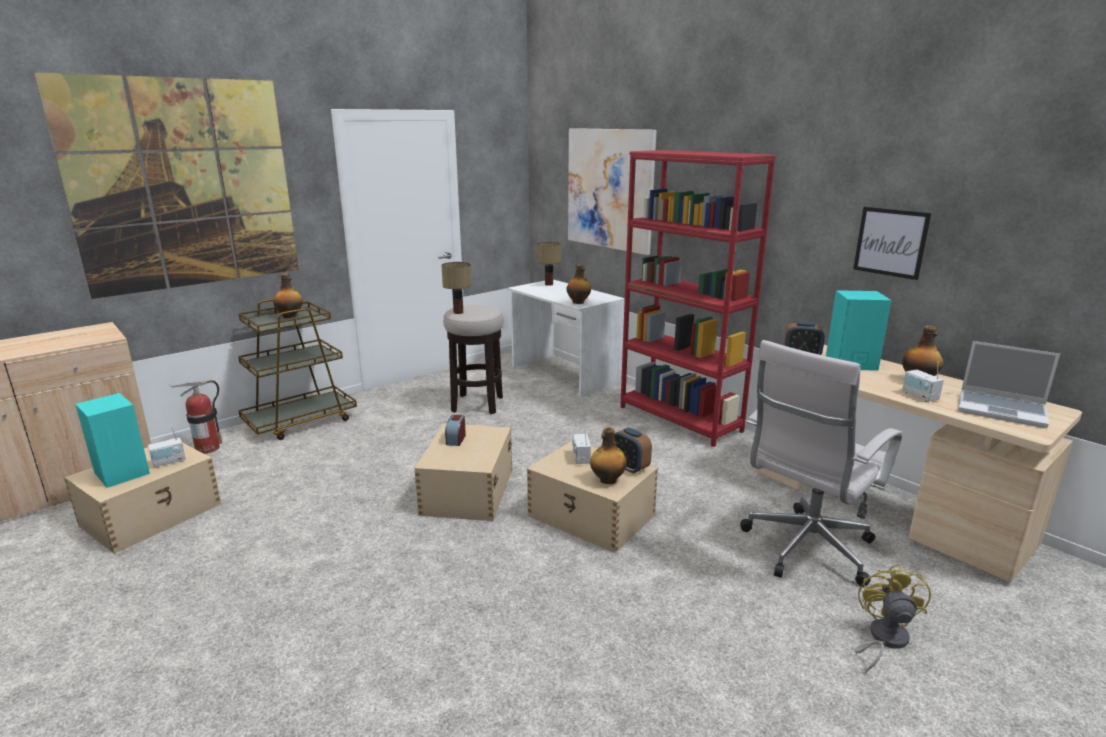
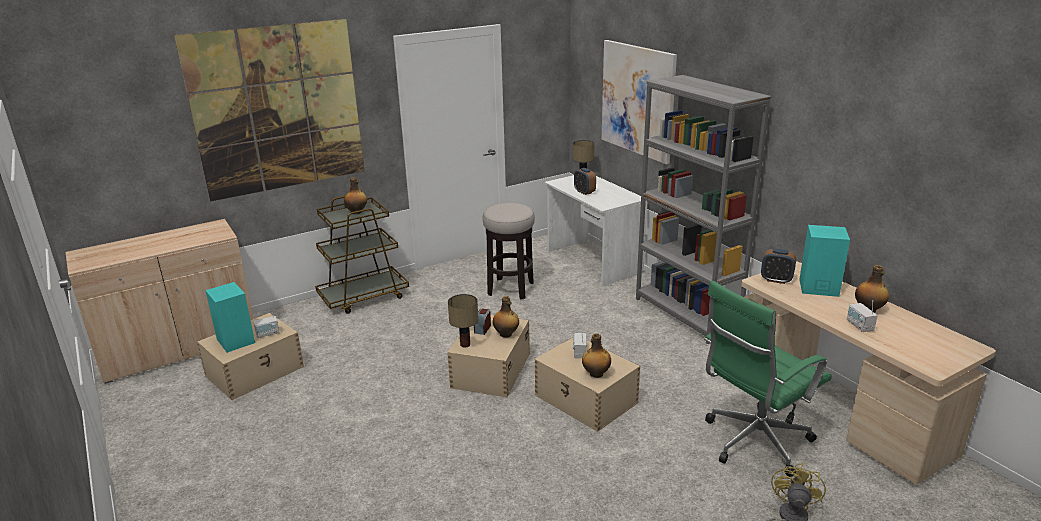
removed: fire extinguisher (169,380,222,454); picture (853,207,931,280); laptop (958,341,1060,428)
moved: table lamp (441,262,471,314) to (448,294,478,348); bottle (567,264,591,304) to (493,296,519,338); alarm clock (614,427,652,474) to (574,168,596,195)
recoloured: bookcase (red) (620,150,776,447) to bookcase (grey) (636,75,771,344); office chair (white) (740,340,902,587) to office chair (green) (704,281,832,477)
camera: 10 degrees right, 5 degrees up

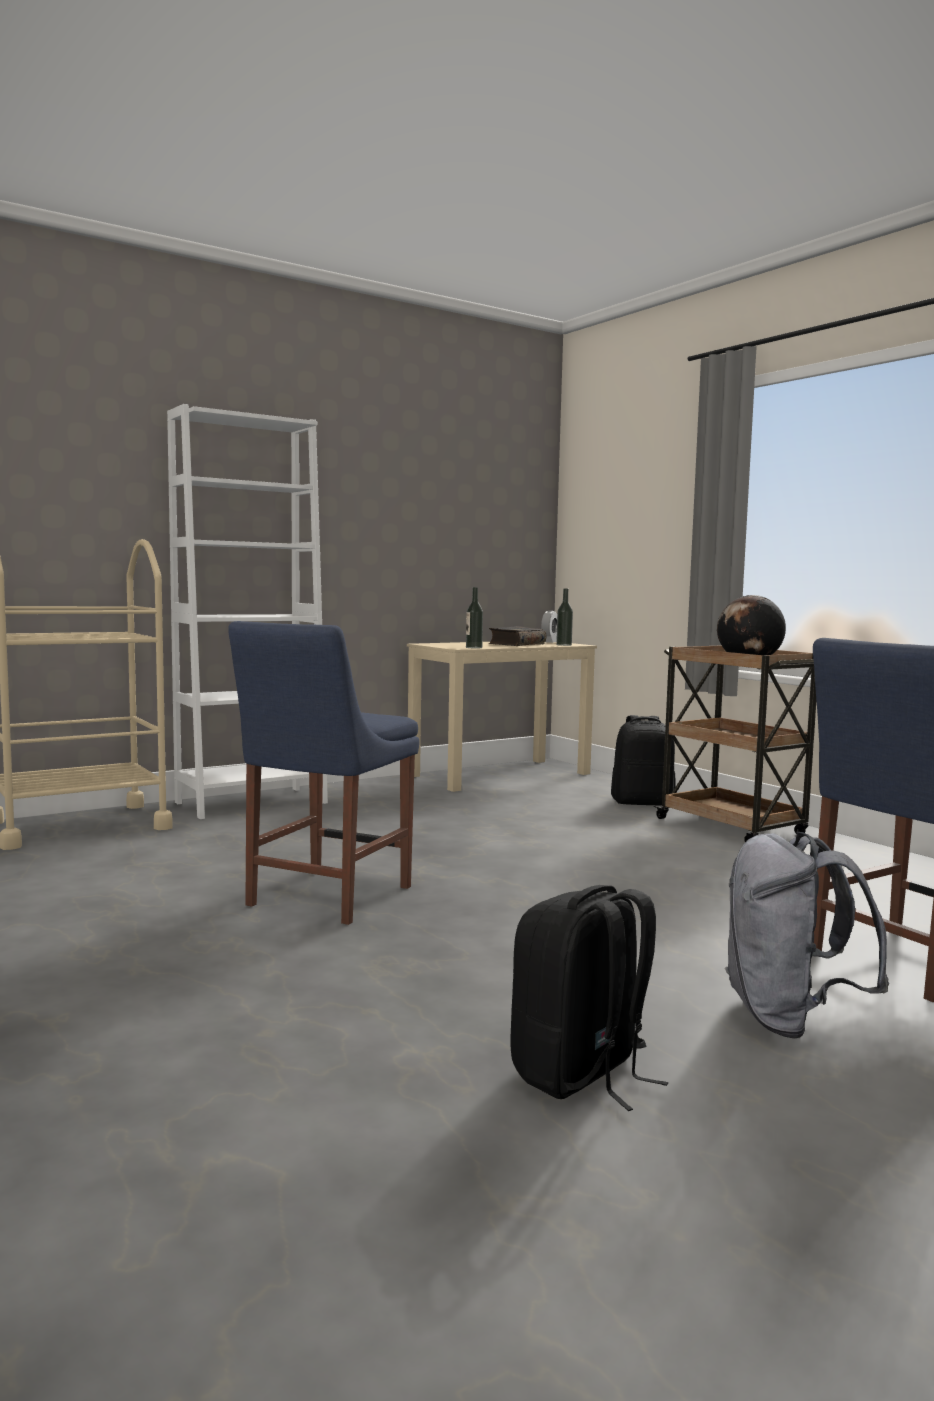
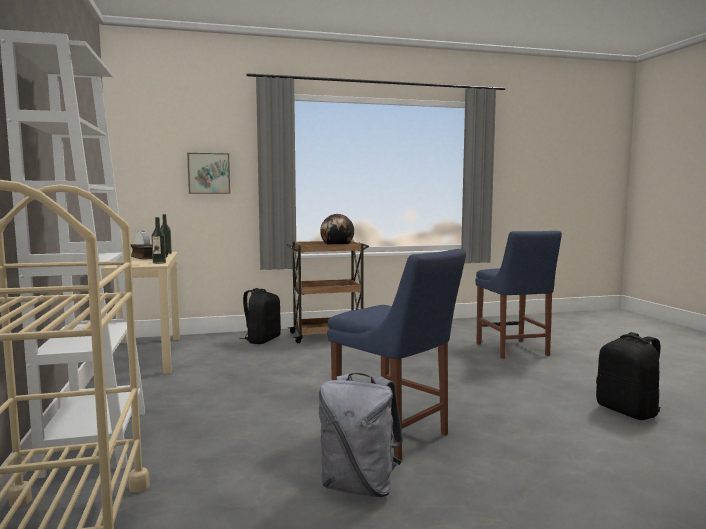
added: picture (187,153,230,194)
moved: backpack (grey) (725,831,889,1039) to (319,373,403,497)
camera: 70 degrees left, 0 degrees up

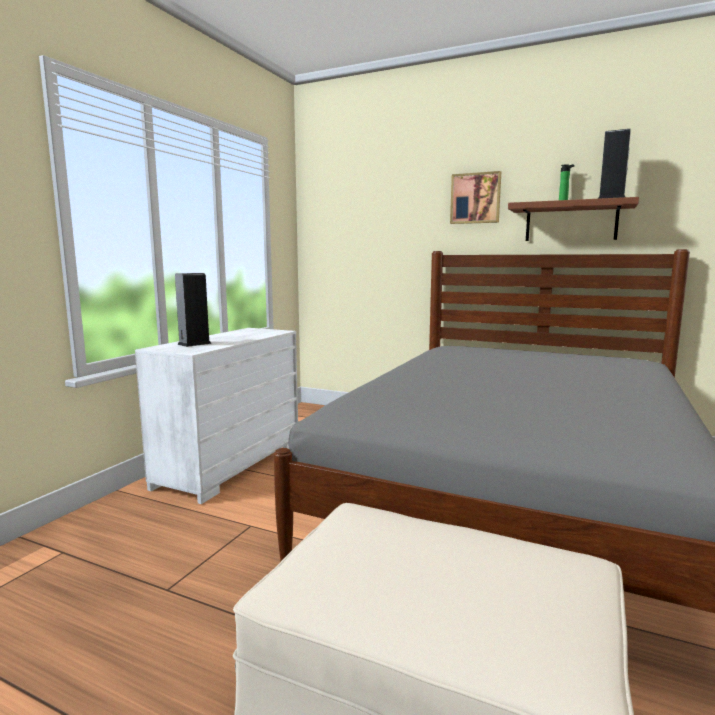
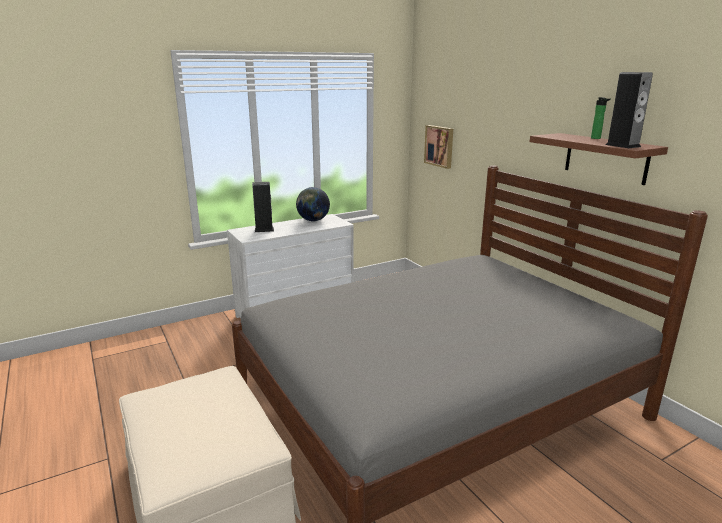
added: globe (296,187,330,221)
moved: picture (450,171,501,224) to (424,125,453,169)
camera: 35 degrees right, 10 degrees up

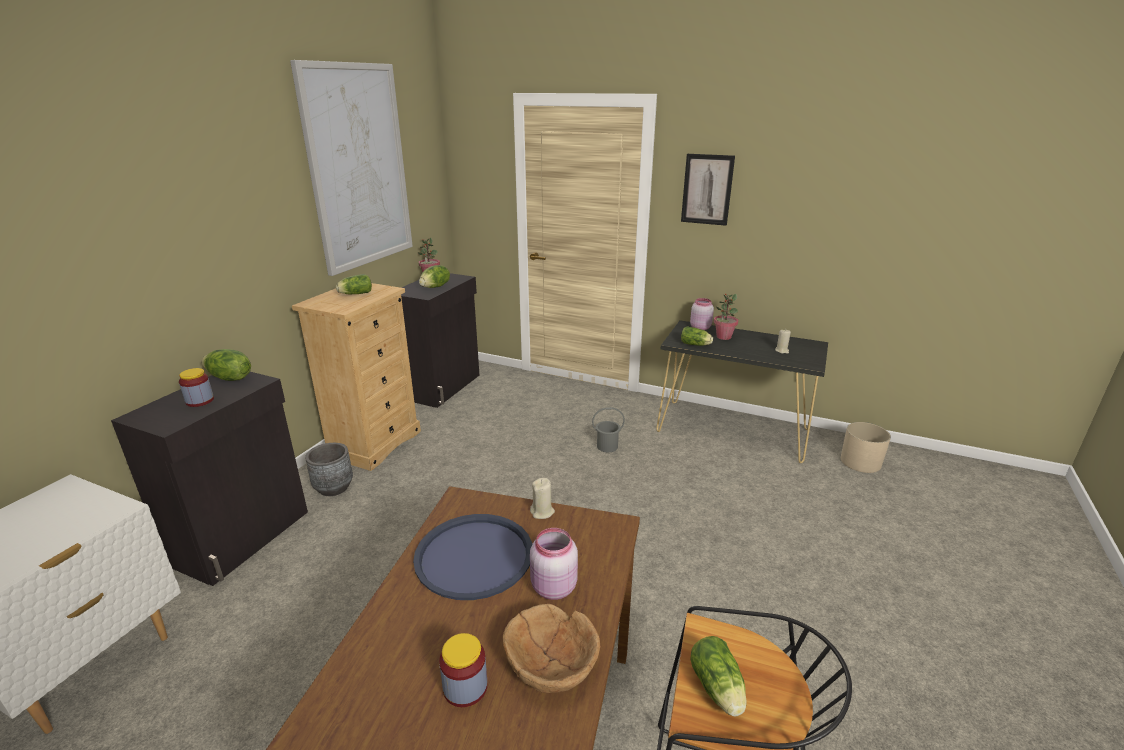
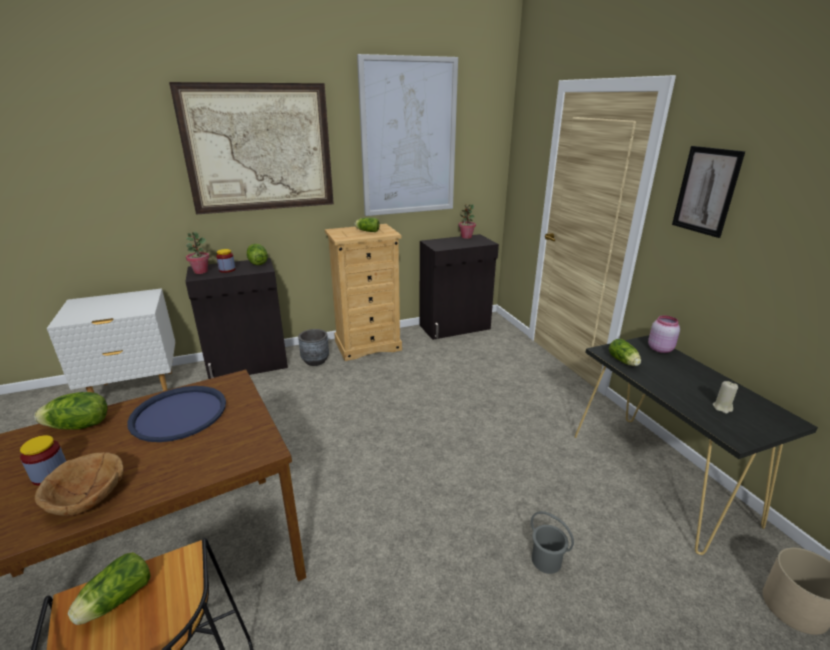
removed: candle (beige) (530,478,555,519); jar (pink) (530,528,578,600)
added: picture (169,82,334,215)
moved: lettuce (419,265,450,288) to (34,392,108,430); bucket (grey) (592,407,625,452) to (531,511,574,574); potted plant (714,293,738,340) to (186,231,210,274)
camera: 45 degrees right, 0 degrees up

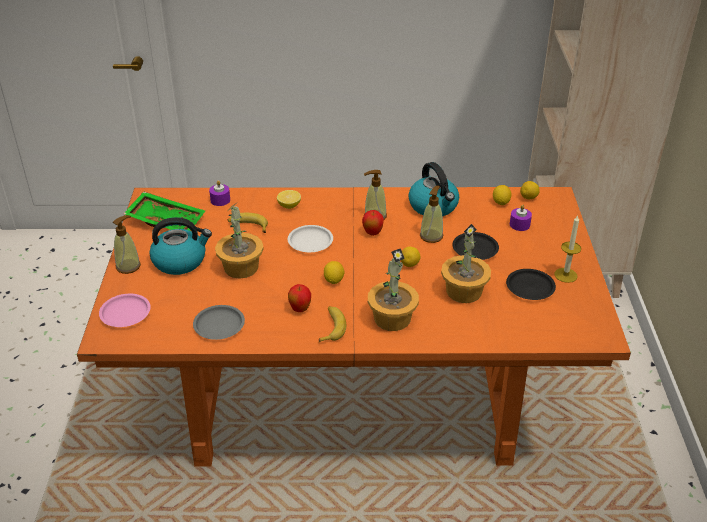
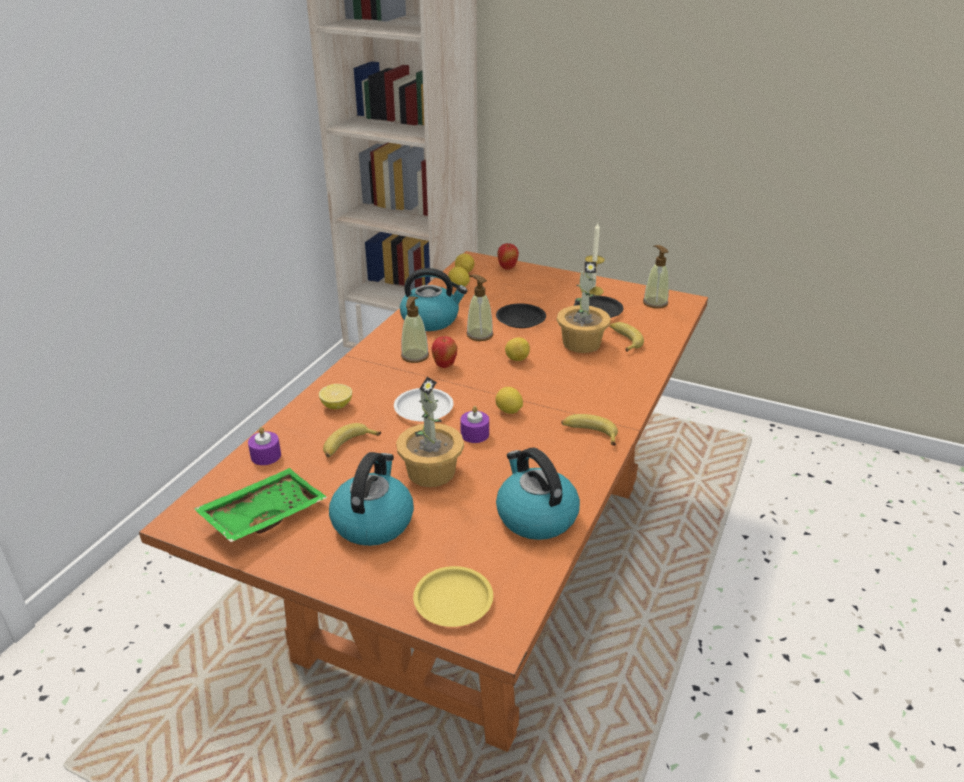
removed: potted plant (368,248,419,331)
added: banana (610,322,644,352)
moved: soap dispenser (113,215,141,274) to (643,245,669,308); apple (288,284,311,312) to (497,243,519,270); candle (purple) (510,205,532,231) to (460,406,489,443)
replaced: plate (grey) (193,305,245,340) to kettle (496,448,580,540)
recoloured: plate (pink) (99,294,151,327) to plate (yellow) (413,566,493,627)
camera: 65 degrees left, 5 degrees down

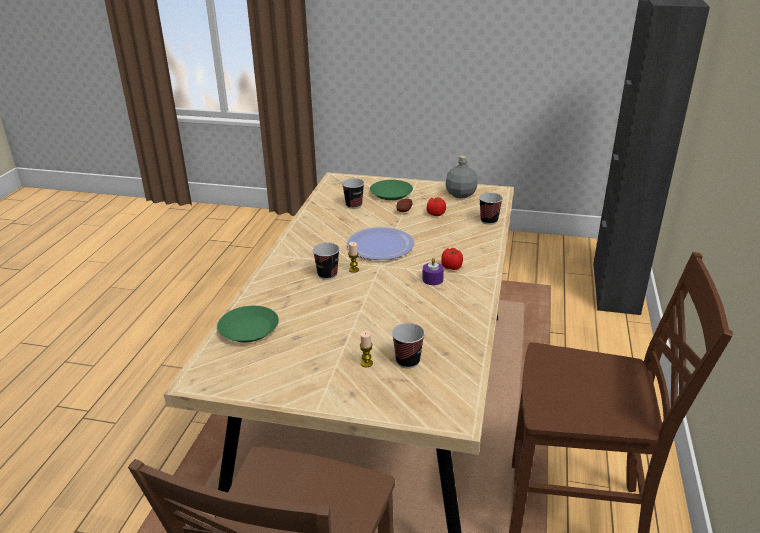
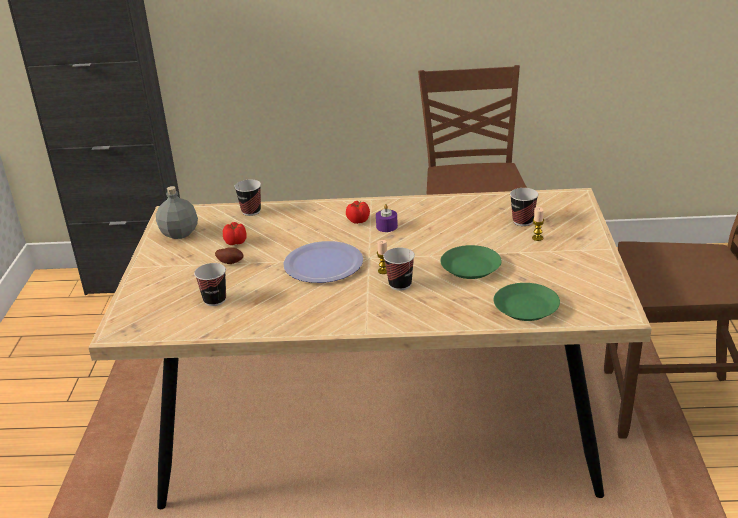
moved: plate (green) (370,180,413,200) to (440,245,502,279)
camera: 100 degrees left, 0 degrees up

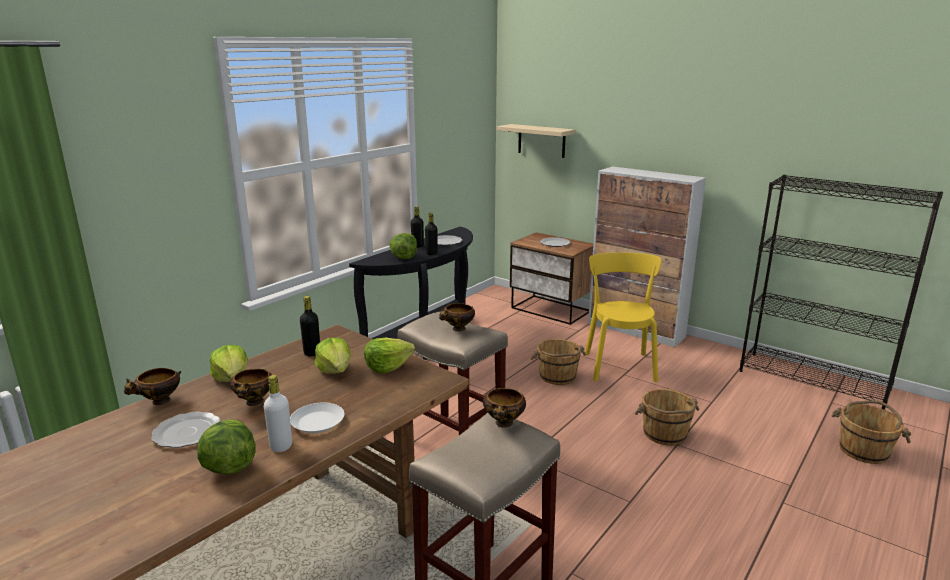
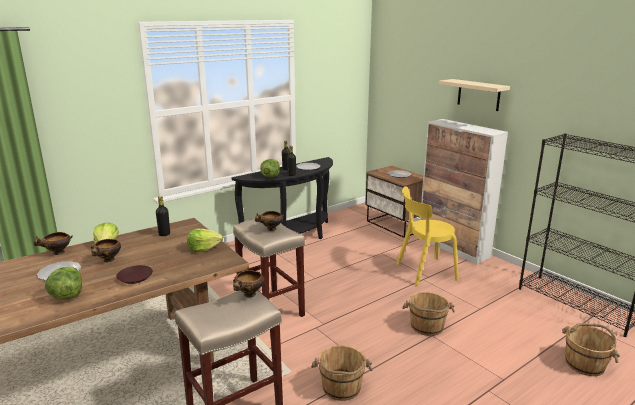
removed: bottle (white) (264,375,292,452); lettuce (315,337,351,374)
moved: shelf (beige) (497,124,575,158) to (439,79,510,111); bucket (brown) (531,339,586,385) to (311,345,373,401)
recoloured: plate (white) (290,403,344,433) to plate (brown) (116,265,153,284)
turned: chair (yellow) (585,252,661,382) = (397,186,459,286) 120 degrees counterclockwise
camera: 15 degrees right, 0 degrees up

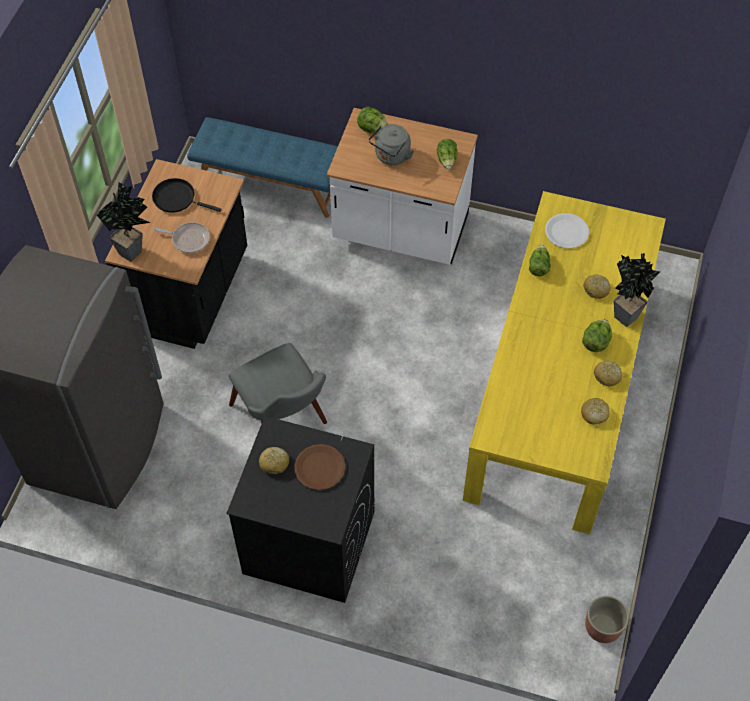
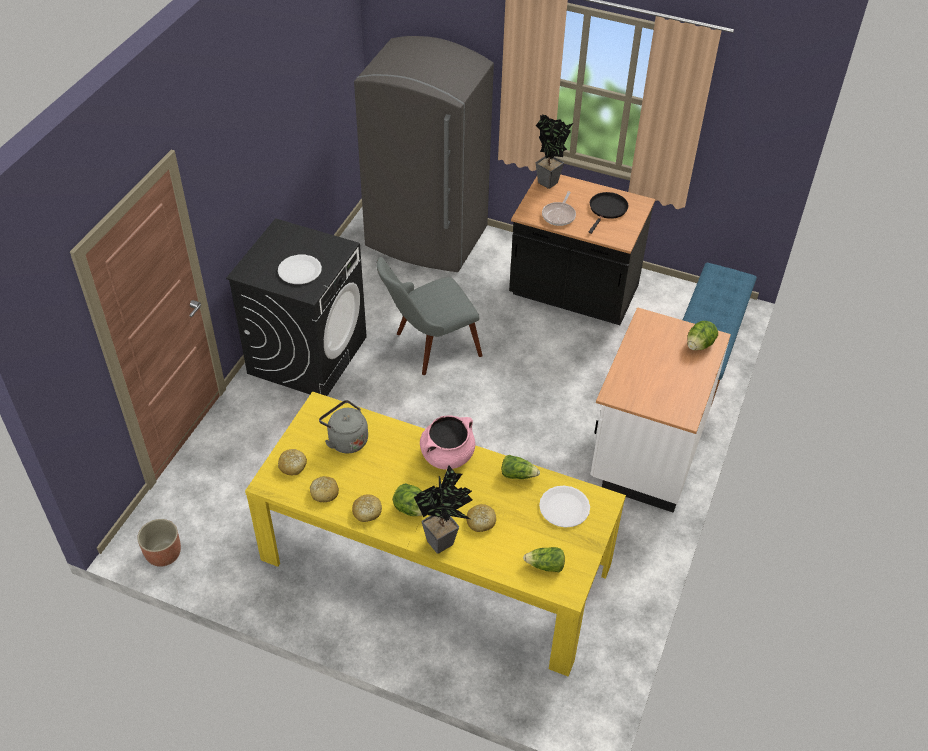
added: cooking pot (pink) (420,415,475,470)
moved: bread (259,447,289,474) to (278,449,307,475); kettle (grey) (369,124,414,165) to (319,400,368,453); lettuce (437,139,458,170) to (523,547,565,572)
recoloured: plate (brown) (294,444,345,490) to plate (white) (278,255,322,284)
camera: 95 degrees right, 10 degrees down

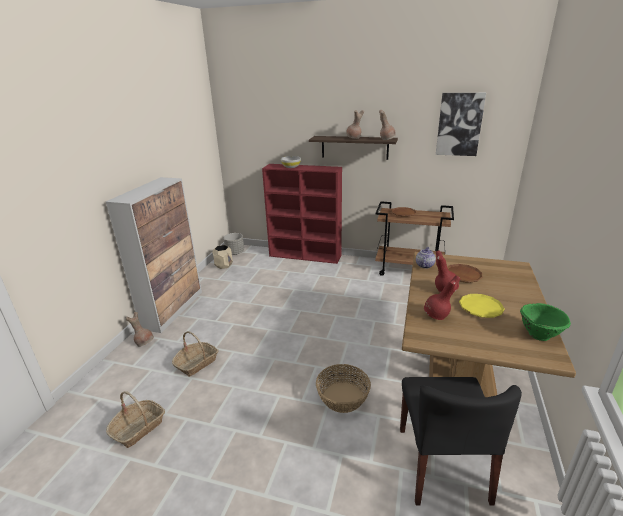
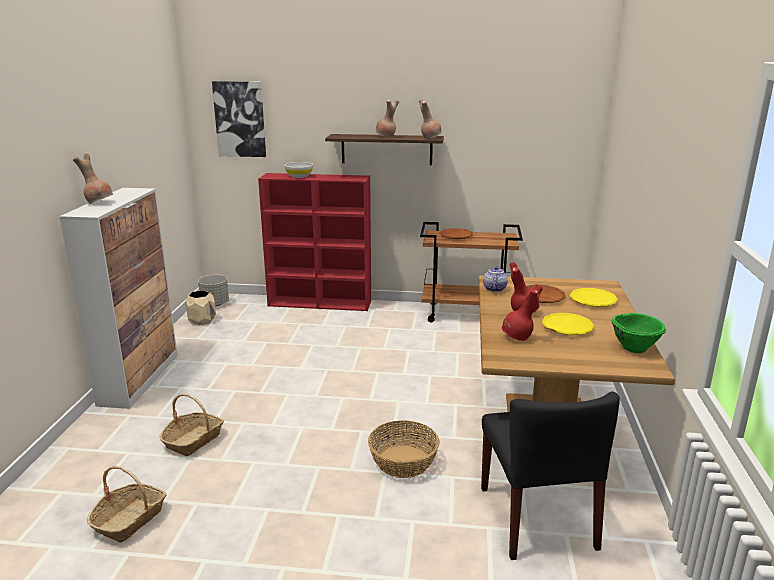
added: plate (yellow) (570,288,618,307)
moved: vase (brown) (125,312,154,347) to (73,153,113,204); picture (436,93,486,156) to (212,81,266,157)
camera: 10 degrees left, 5 degrees down

